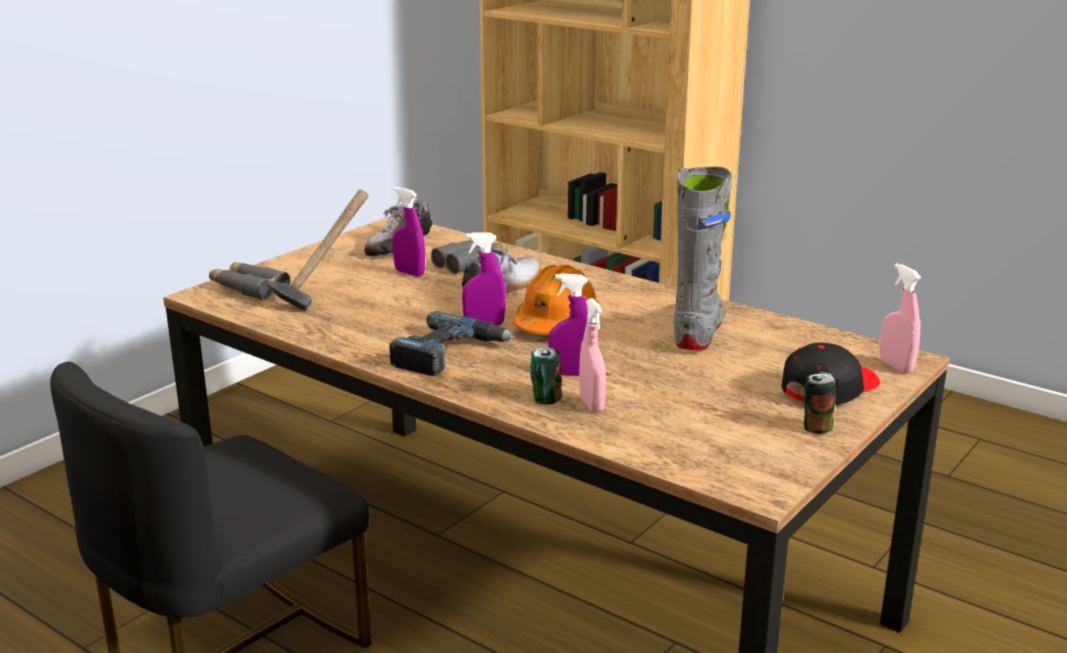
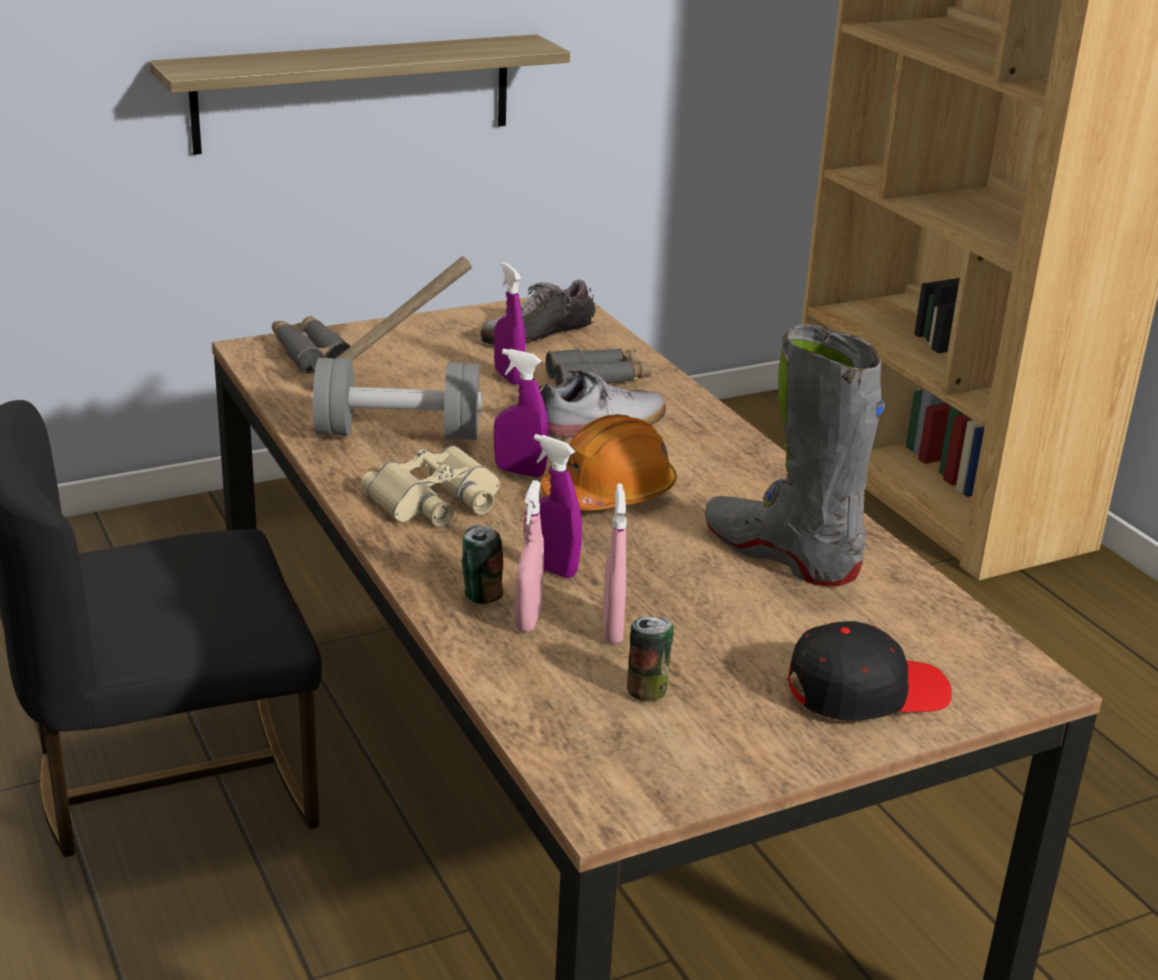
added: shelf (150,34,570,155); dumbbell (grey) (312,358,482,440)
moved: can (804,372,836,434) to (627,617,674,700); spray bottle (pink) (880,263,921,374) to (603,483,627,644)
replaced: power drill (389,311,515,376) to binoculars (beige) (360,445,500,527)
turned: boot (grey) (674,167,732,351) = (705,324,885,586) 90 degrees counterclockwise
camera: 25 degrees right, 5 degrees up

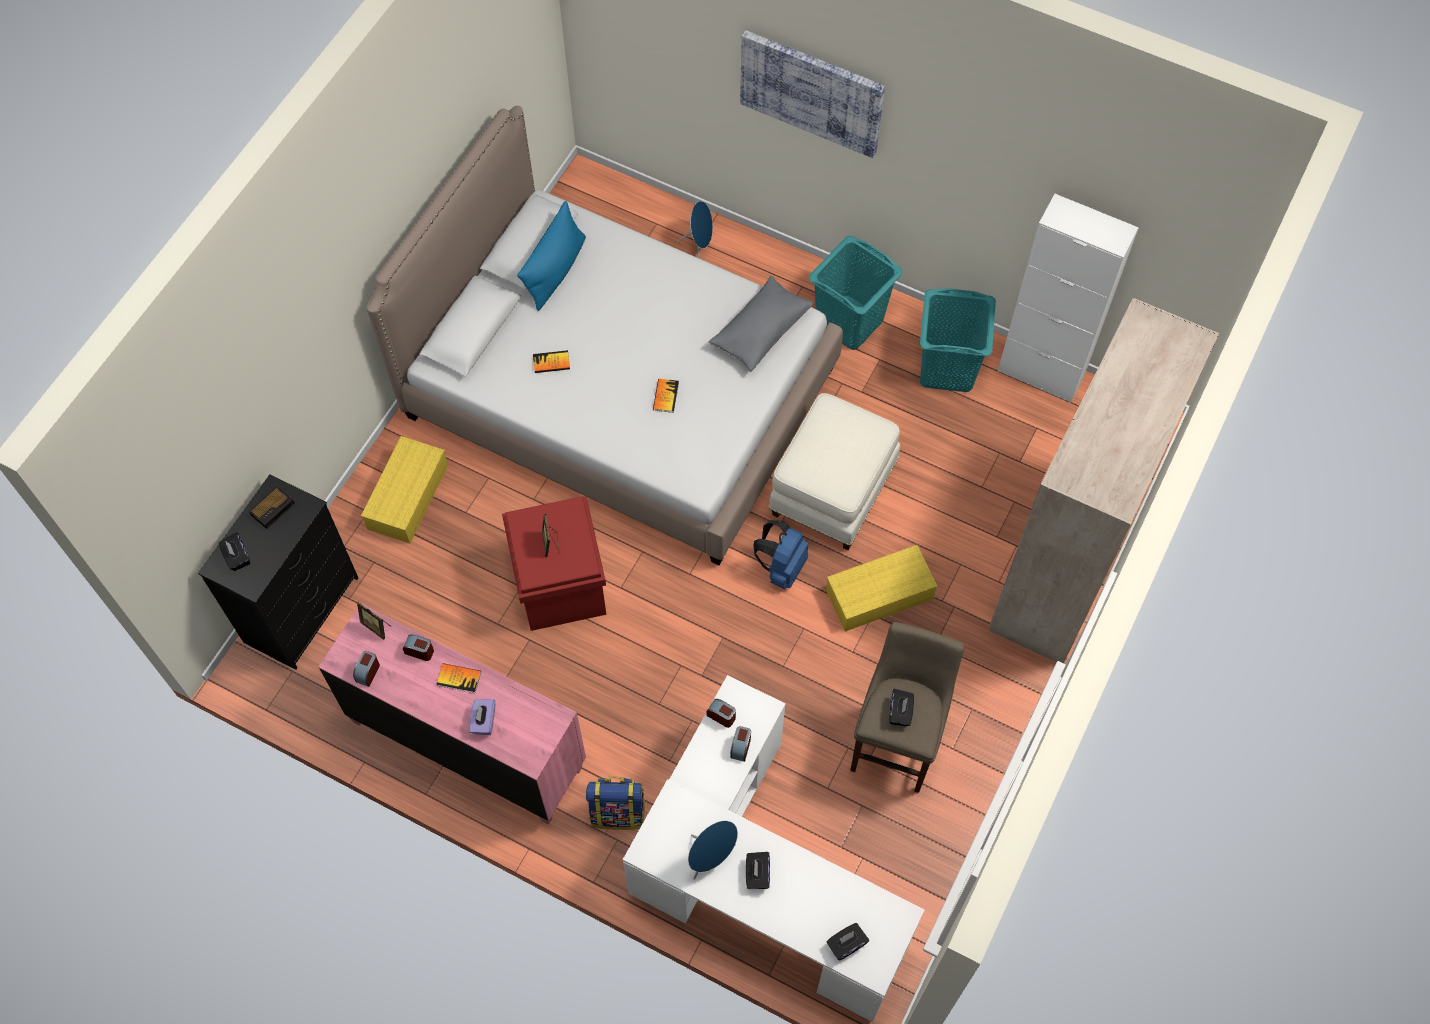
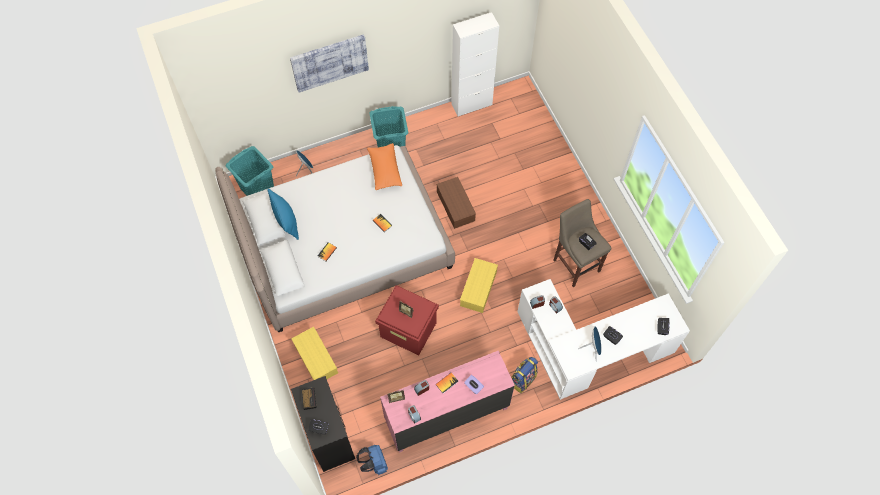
removed: wardrobe (beige) (989,298,1219,663)
moved: backpack (blue) (753,520,808,589) to (356,445,388,475); storage box (yellow) (826,545,938,632) to (460,258,498,313); laundry basket (turquoise) (920,288,996,392) to (226,146,274,196)
replaced: ottoman (white) (768,393,900,551) to storage box (brown) (437,177,476,229)
recoloured: pillow (grey) (709,276,813,372) to pillow (orange) (367,143,402,190)
camera: 50 degrees left, 0 degrees up

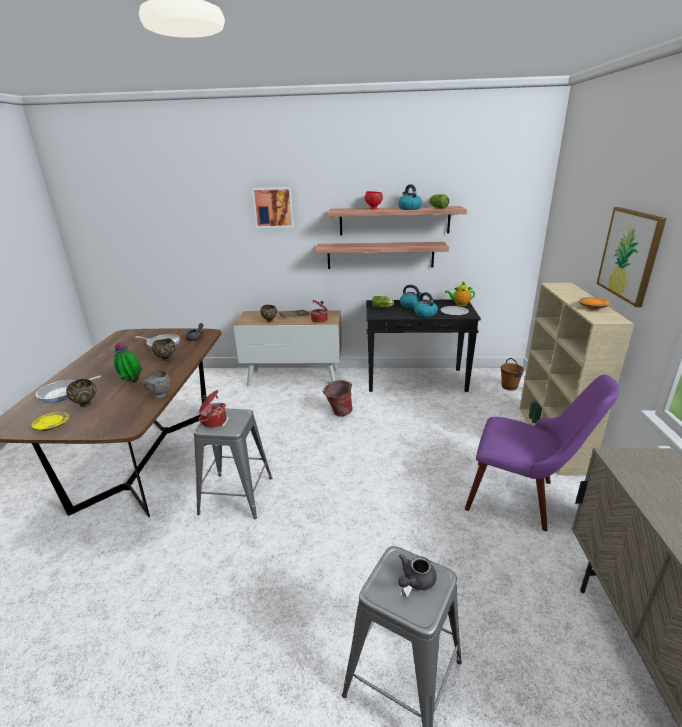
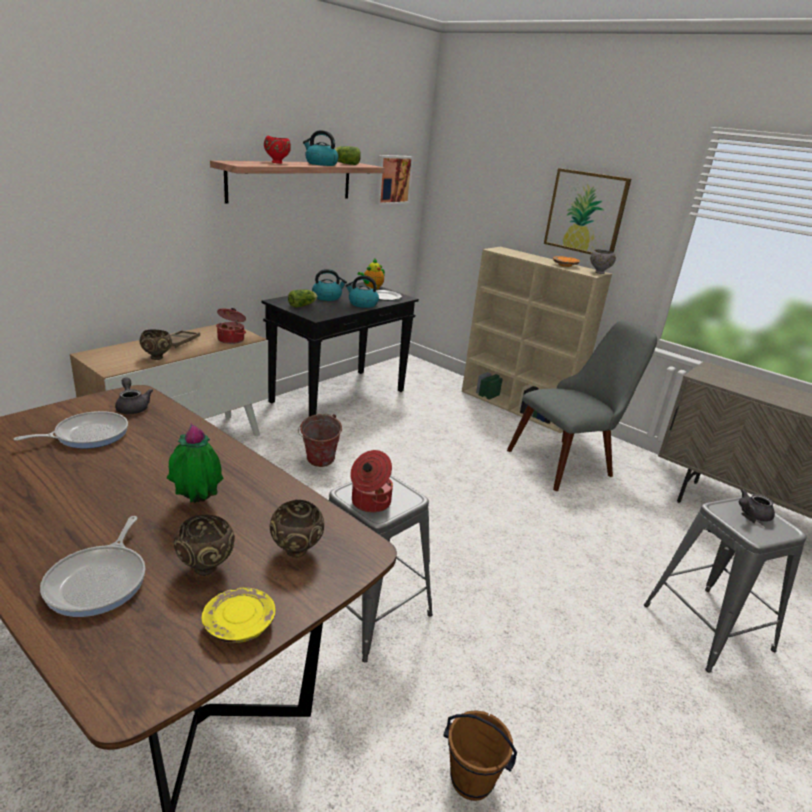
removed: shelf (315,242,449,269)
moved: bowl (grey) (143,371,171,398) to (590,249,616,274); bowl (brown) (152,339,176,361) to (270,500,324,558); picture (252,187,294,228) to (375,155,413,205); bucket (brown) (501,358,524,391) to (443,710,517,801)
recoloured: chair (purple) (465,375,620,531) to chair (grey) (507,321,657,491)
turned: teapot (grey) (398,554,437,590) = (739,489,775,522) 75 degrees clockwise
camera: 55 degrees left, 0 degrees up

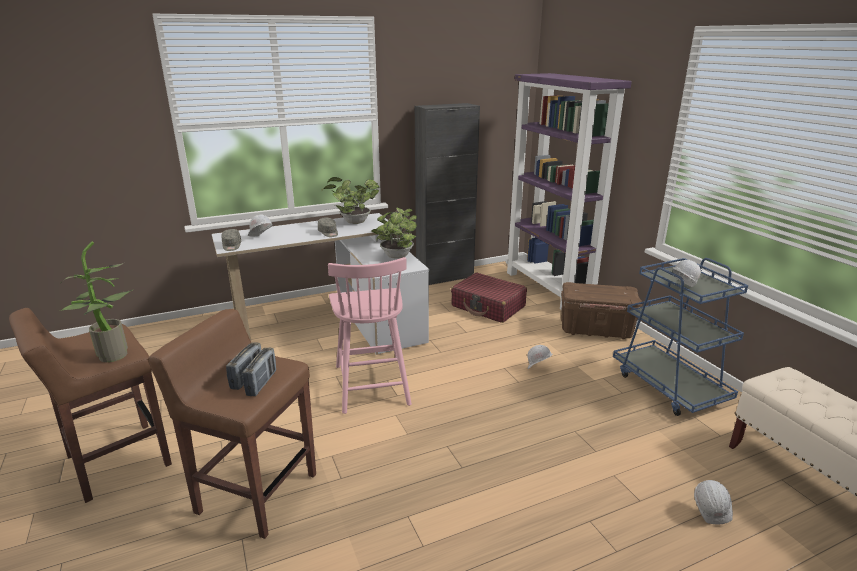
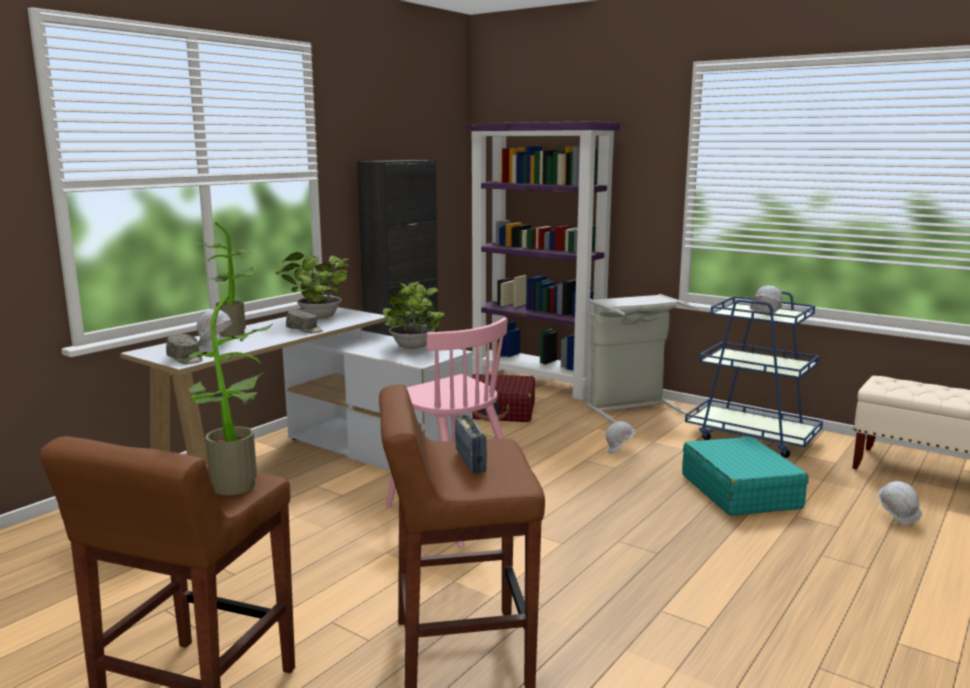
removed: radio (242,348,276,396)
added: potted plant (195,222,253,337); suitcase (turquoise) (682,437,809,516)
replaced: storage box (brown) (561,282,642,339) to laundry basket (grey) (585,294,699,423)
camera: 30 degrees left, 10 degrees down

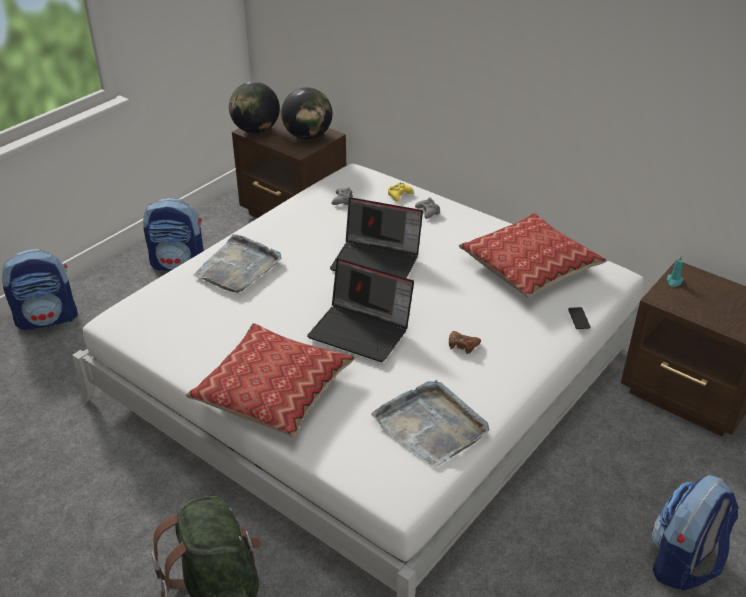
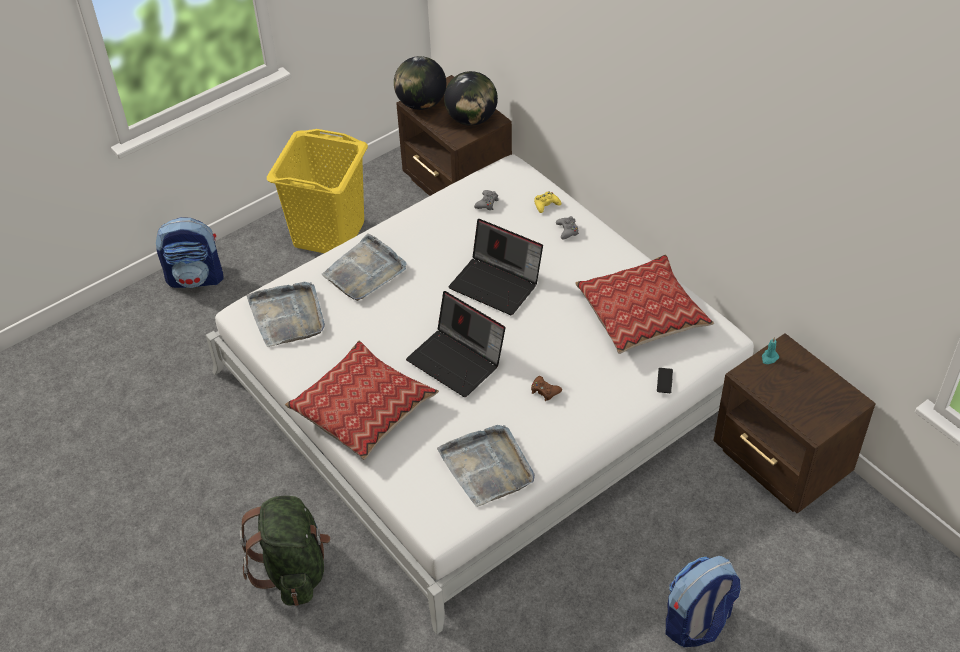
added: tray (grey) (247,282,325,347)
replaced: backpack (143,198,204,271) to laundry basket (yellow) (267,129,368,253)
camera: 15 degrees right, 10 degrees up

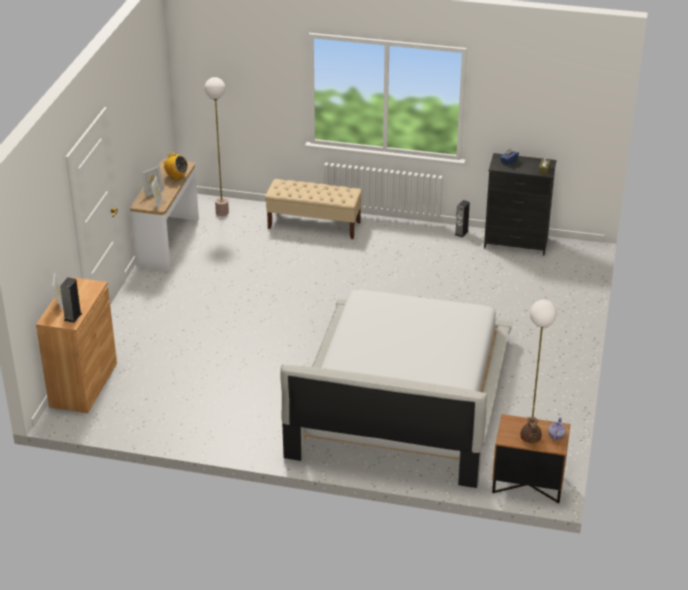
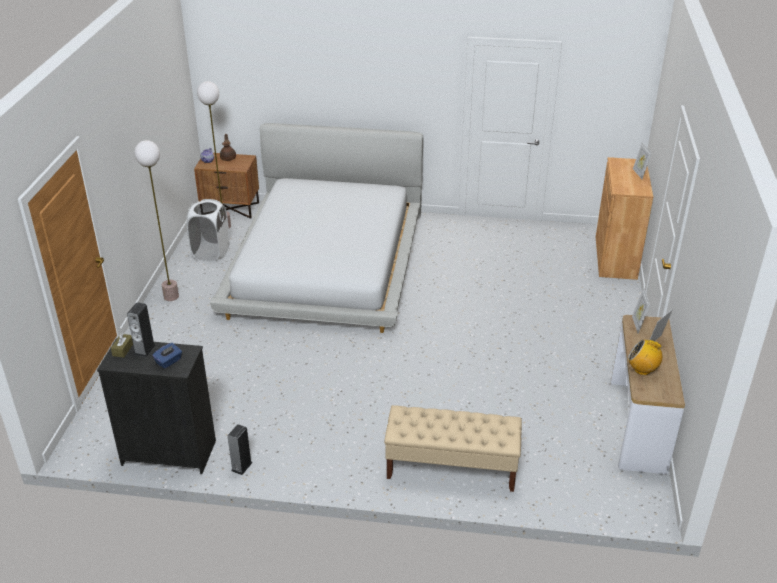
added: laundry basket (white) (187,199,229,262)
moved: speaker (60,277,82,323) to (127,302,155,357); floor lamp (205,77,229,216) to (134,140,179,301)
camera: 175 degrees right, 0 degrees up

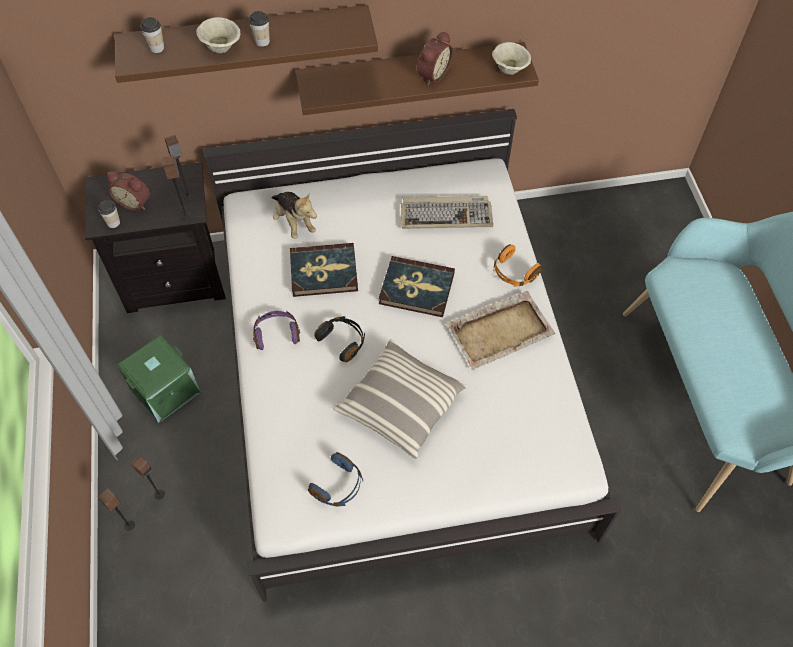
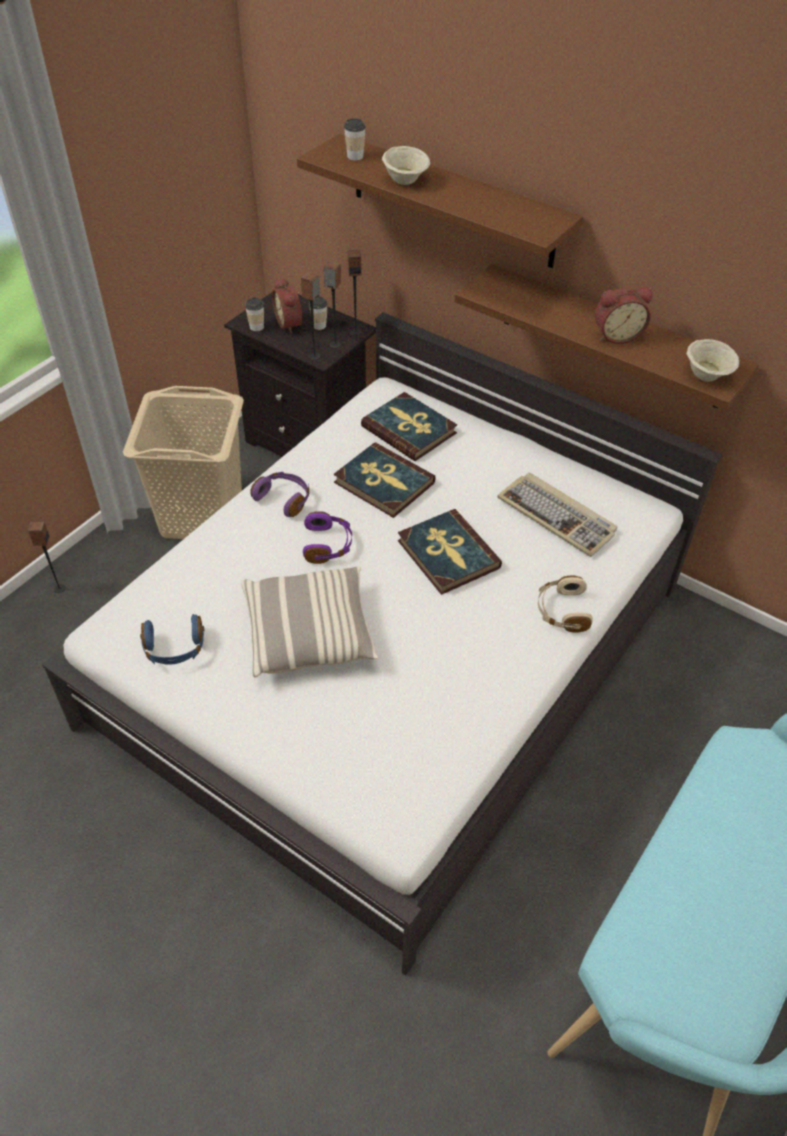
removed: tray (beige) (447,291,555,370)
moved: speaker (131,455,165,500) to (347,250,361,336); cup (249,11,270,47) to (309,296,328,330)
replaced: storage box (green) (117,335,201,423) to laundry basket (beige) (123,386,244,539); plush toy (271,192,317,239) to book (361,392,457,461)
recoloured: headphones (black) (314,316,365,362) to headphones (purple) (303,511,352,564); headphones (orange) (494,244,542,287) to headphones (beige) (538,576,593,632)
camera: 45 degrees right, 10 degrees down

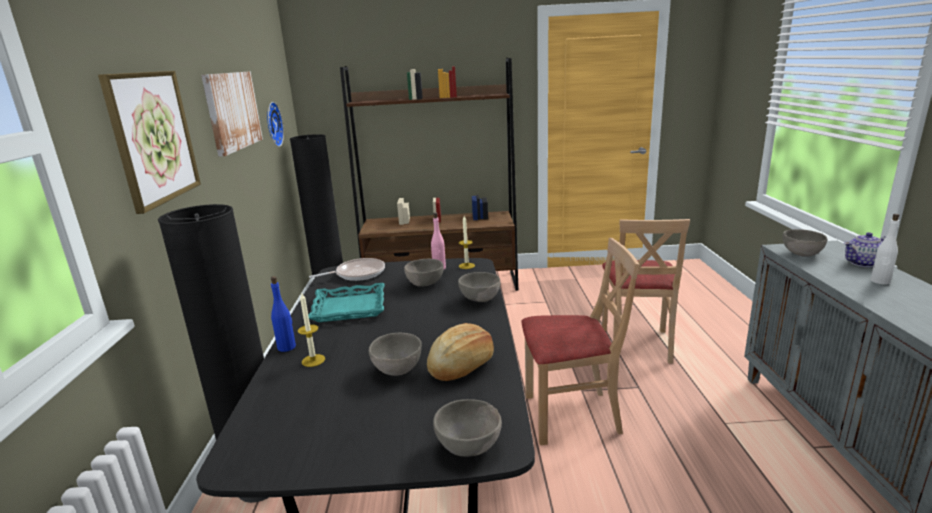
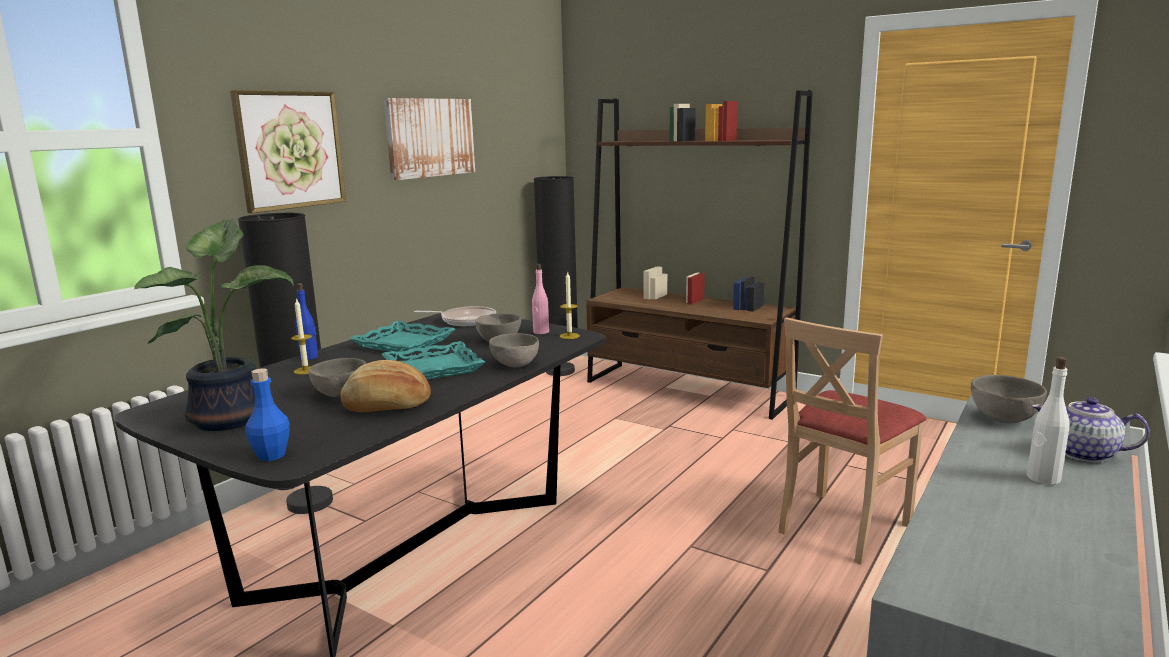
removed: wall clock (267,102,284,147); chair (beige) (521,238,639,445)
added: potted plant (134,219,294,431); tray (turquoise) (382,341,485,380)
replaced: bowl (grey) (433,399,502,457) to bottle (blue) (245,368,290,461)
camera: 35 degrees right, 5 degrees down

